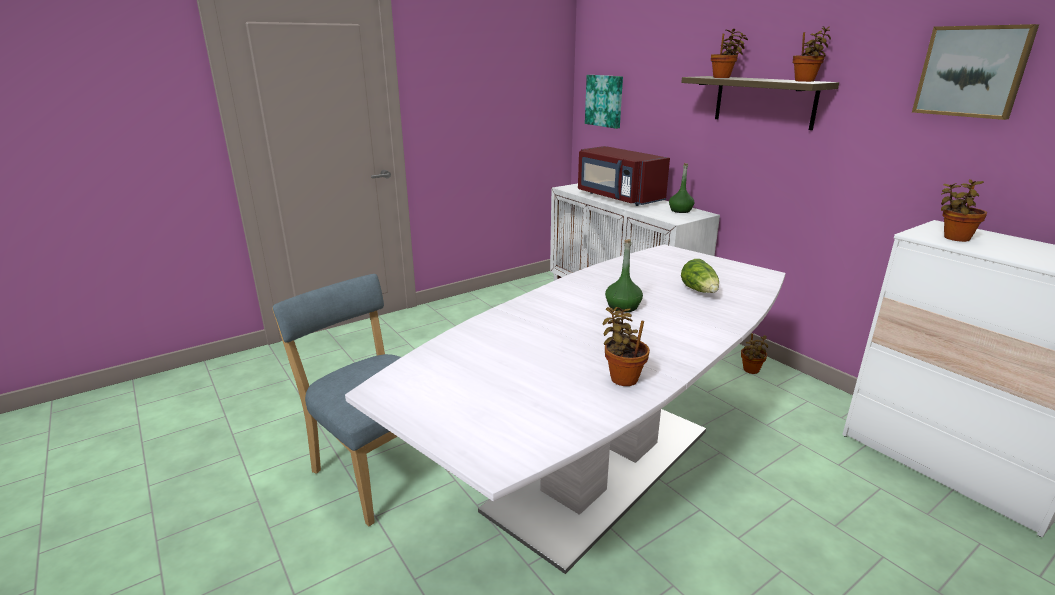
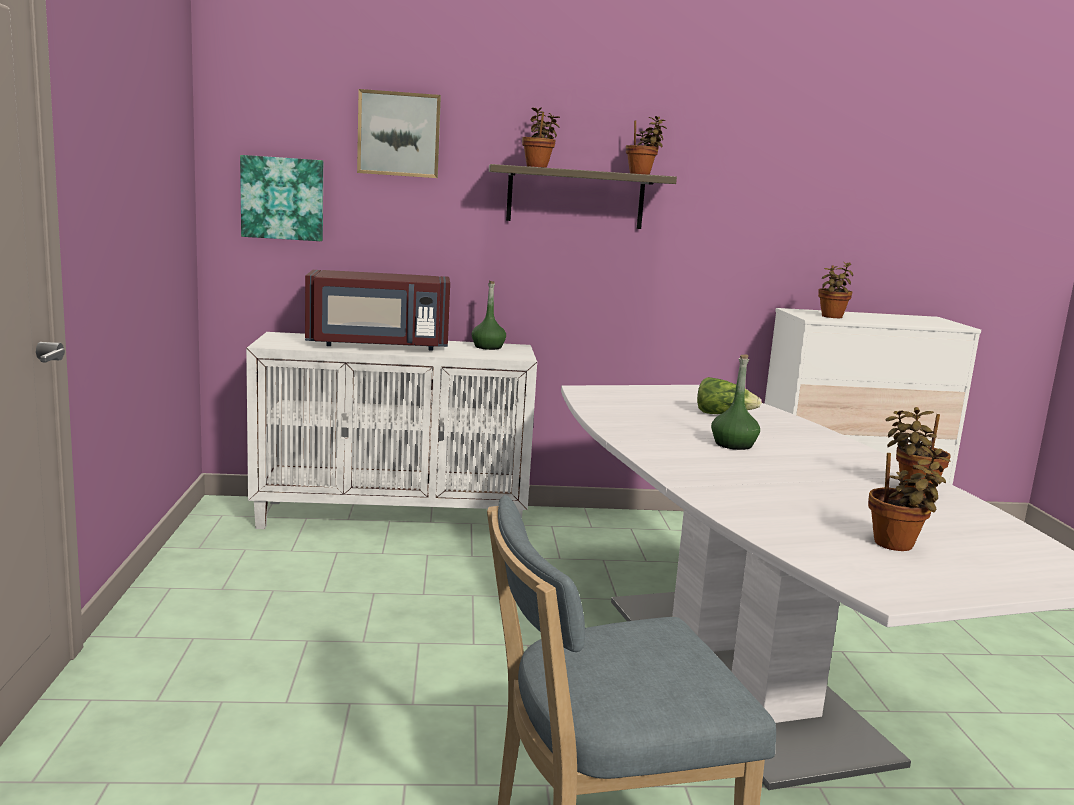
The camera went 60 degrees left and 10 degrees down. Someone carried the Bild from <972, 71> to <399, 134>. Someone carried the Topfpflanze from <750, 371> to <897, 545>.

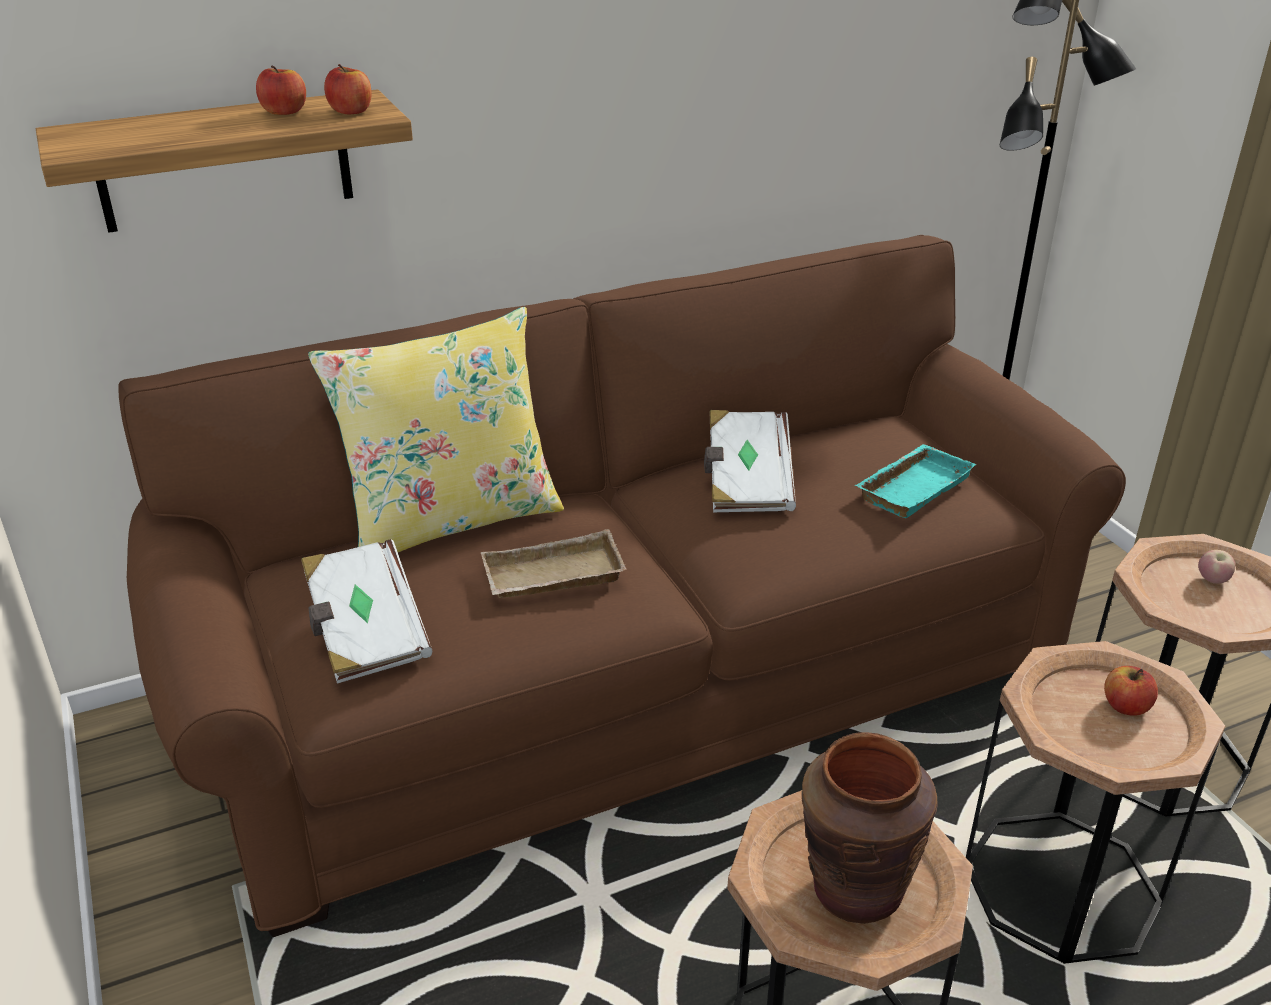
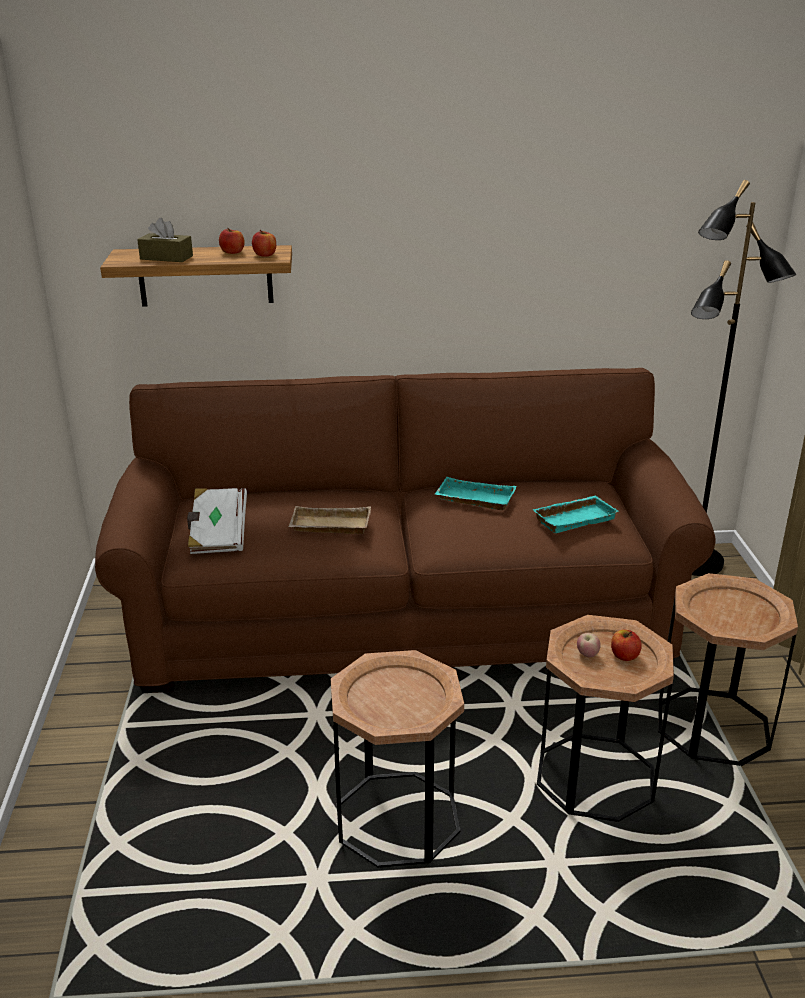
The camera went 20 degrees right and 5 degrees down. Someone put down the Taschentuchbox [braun] at <166, 257>. Someone swapped the Buch [weiß] at <746, 483> for the Tablett [türkis] at <473, 500>. Someone carried the Apfel from <1212, 580> to <587, 655>. Someone took away the Kissen [gelb] at <451, 519>. Someone took away the Vase [braun] at <855, 889>.

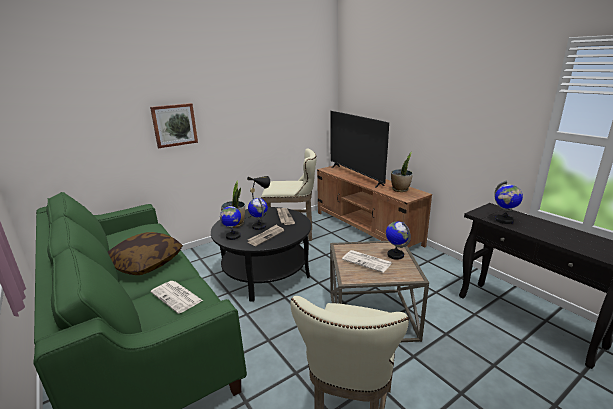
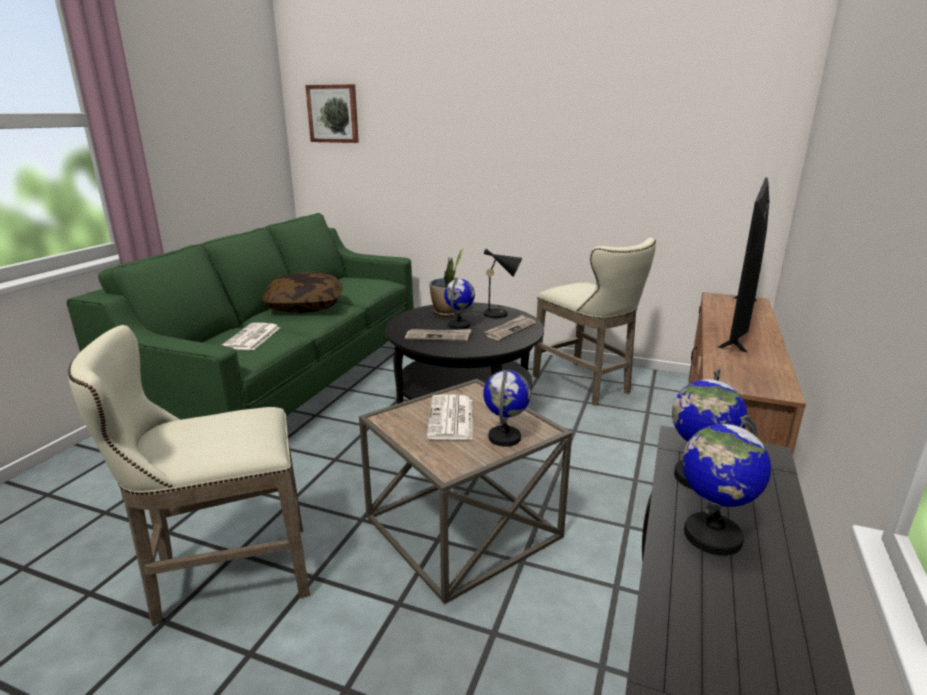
The camera went 55 degrees right and 0 degrees up. Someone carried the Bild from <174, 125> to <333, 114>. Someone carried the Globus from <233, 236> to <711, 536>. Someone took away the Topfpflanze at <400, 189>.

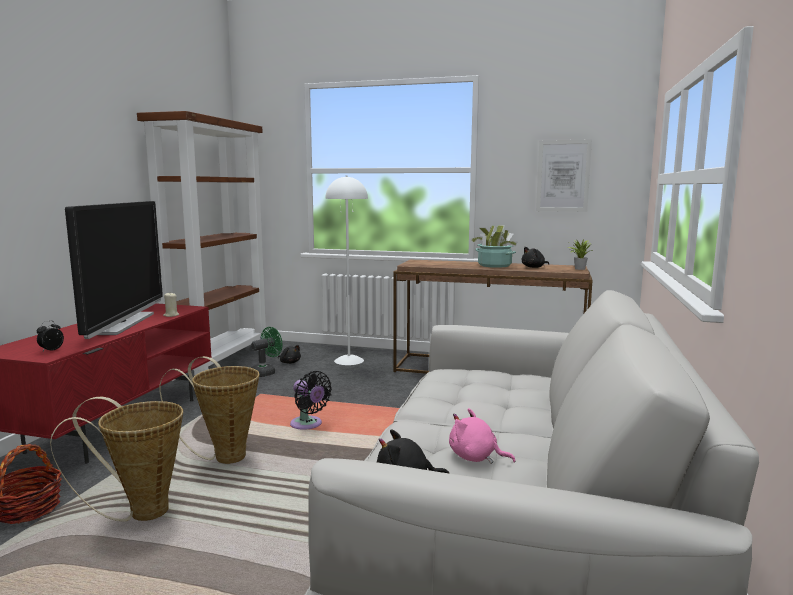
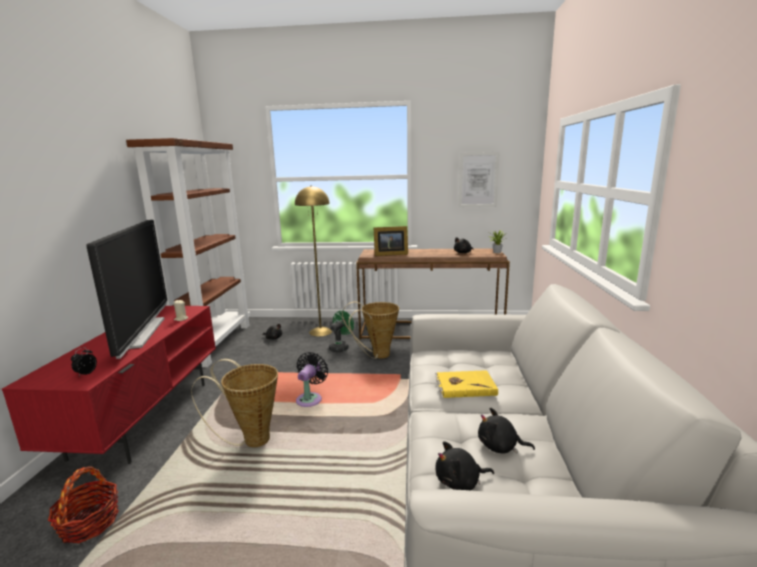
The camera went 10 degrees left and 5 degrees up. Someone repainted the Stehlampe [weiß] at <349, 360>, which became the Stehlampe [gelb] at <320, 331>. Someone rotated the Ventilator [schwarz] at <308, 425> by 105 degrees counterclockwise. Someone carried the Ventilator [grün] from <266, 372> to <340, 347>. Someone carried the Korb from <140, 513> to <376, 355>. Someone put down the Bilderrahmen at <389, 254>. Someone put down the Buch [gelb] at <465, 386>. Someone repainted the Plüschtier [rosa] at <475, 457>, which became the Plüschtier [schwarz] at <500, 447>. Someone took away the Topfpflanze at <494, 265>.

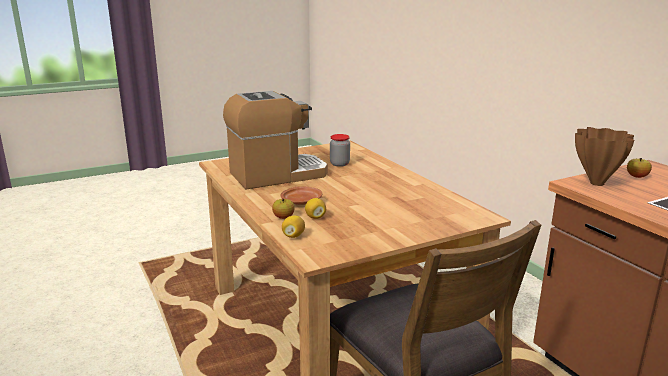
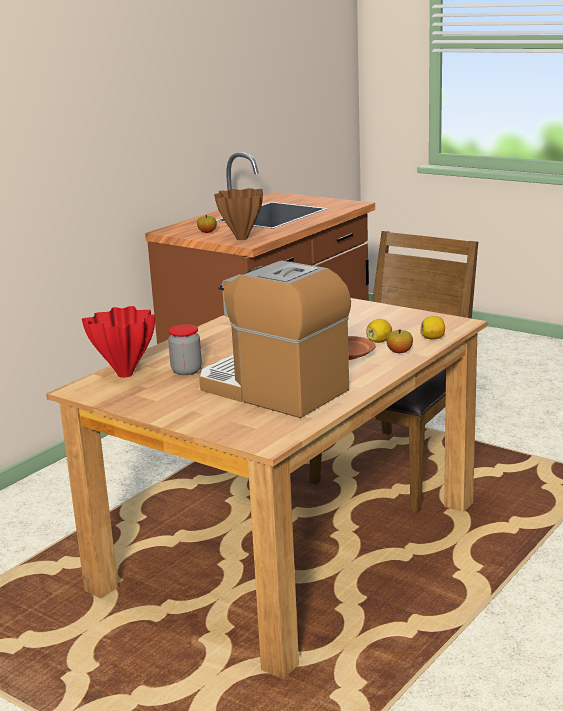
The camera went 115 degrees left and 0 degrees up. Someone put down the Vase [rot] at <126, 374>.

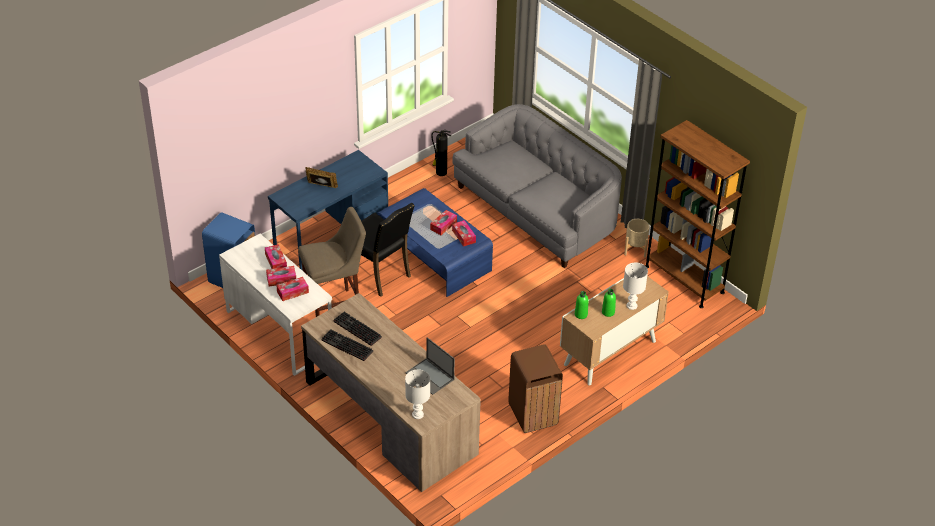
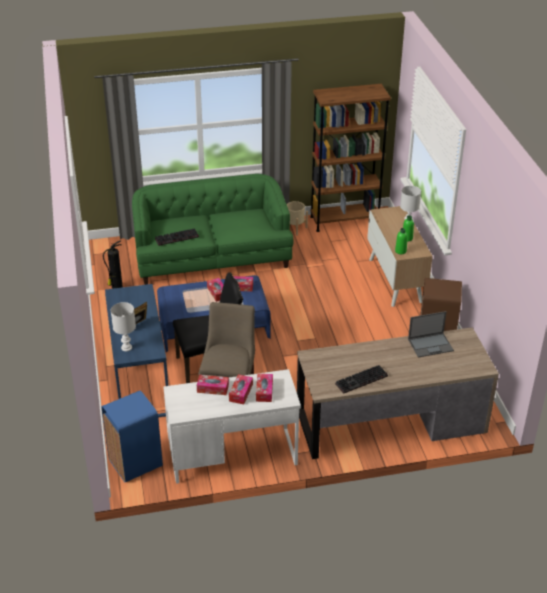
The camera went 60 degrees left and 5 degrees down. Someone carried the Tischlampe [weiß] from <417, 414> to <126, 348>. Someone repainted the Sofa [grau] at <537, 211>, which became the Sofa [grün] at <211, 257>. Someone carried the Tastatur from <356, 329> to <176, 238>.

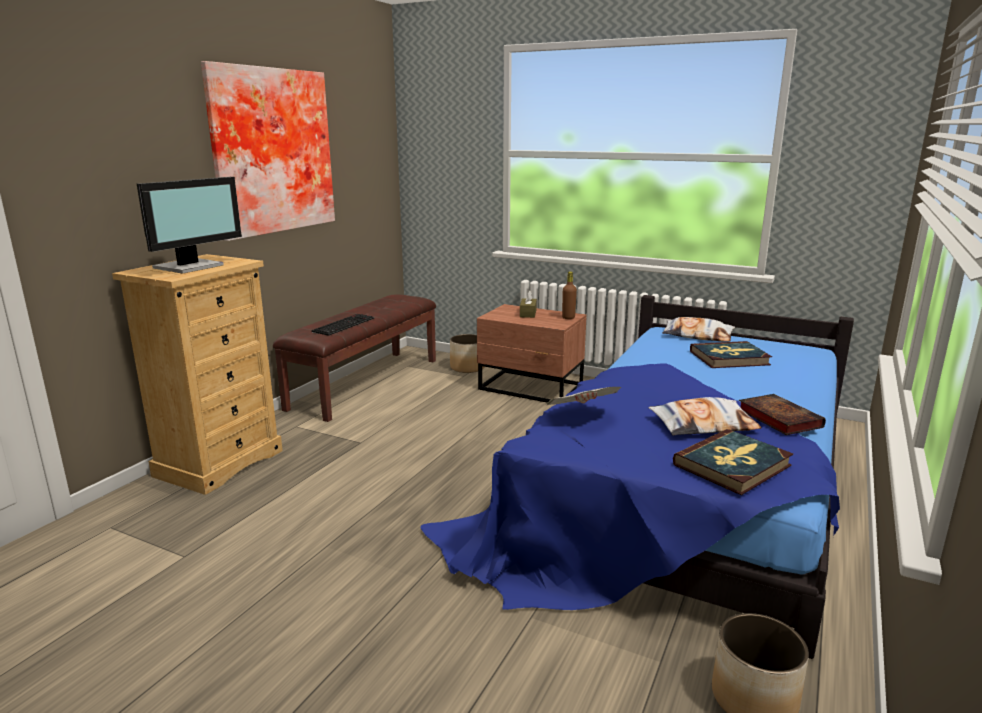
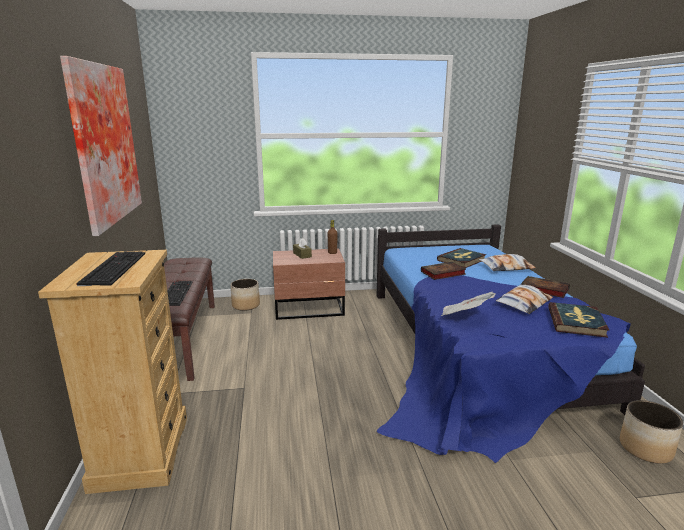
The camera went 35 degrees left and 0 degrees up. Someone swapped the Monitor at <191, 267> for the Tastatur at <113, 268>. Someone put down the Buch at <442, 273>. Someone carried the Kissen from <697, 336> to <506, 267>.

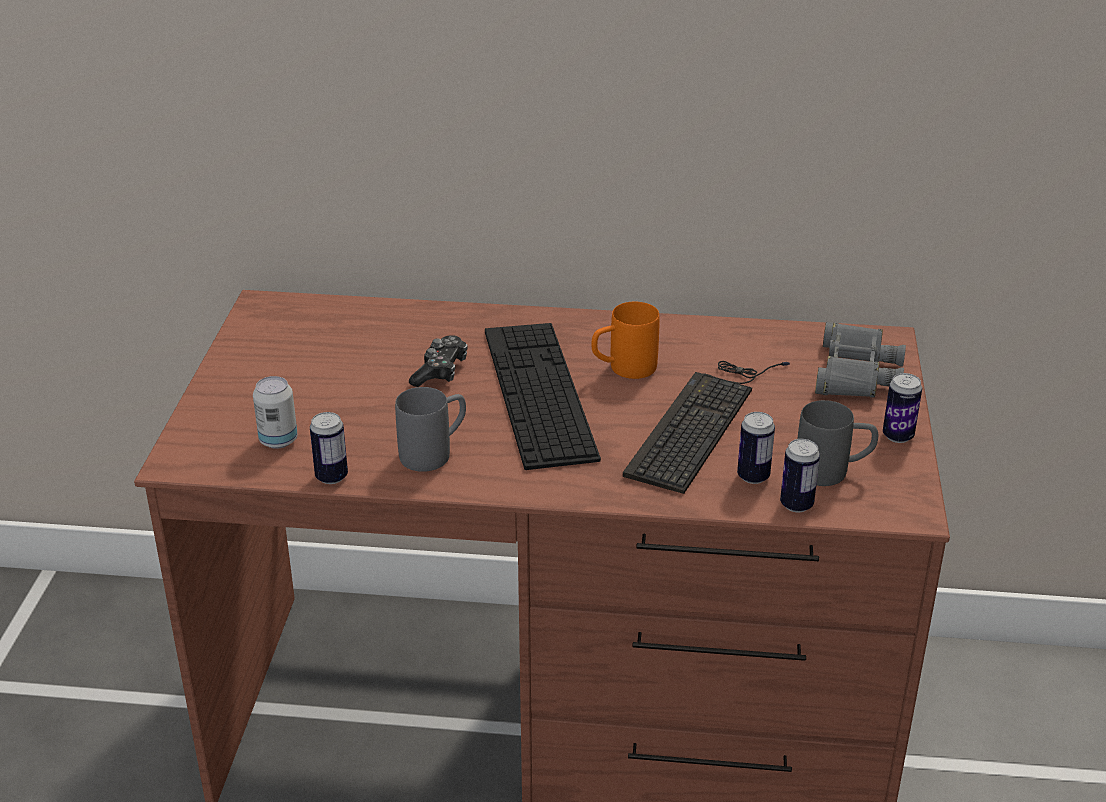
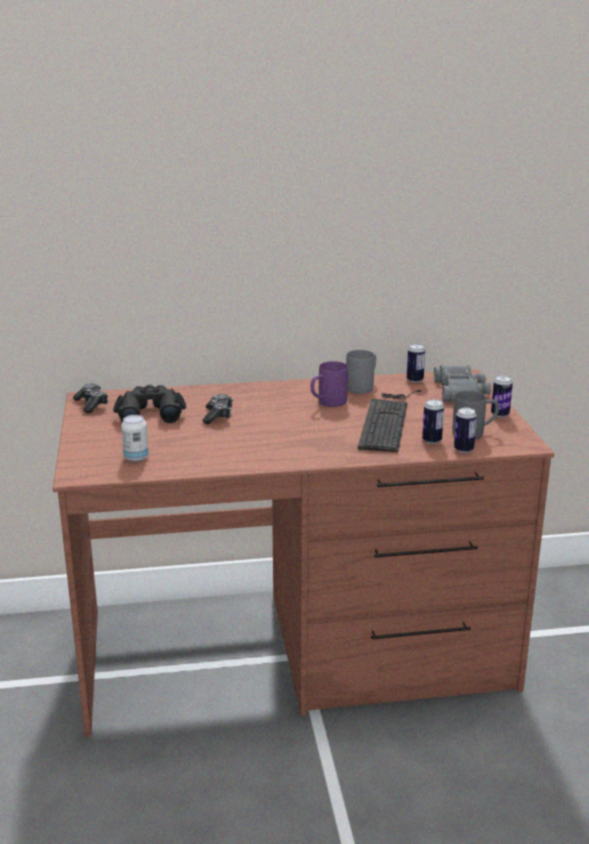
The camera went 15 degrees left and 10 degrees down. Someone put down the Gamepad at <91, 404>. Someone put down the Fernglas [schwarz] at <150, 412>. Someone repainted the Henkelbecher [orange] at <623, 369>, which became the Henkelbecher [lila] at <327, 403>. Someone carried the Henkelbecher [grau] from <435, 452> to <363, 387>. Someone carried the Dose from <331, 477> to <414, 380>. Someone took away the Tastatur at <539, 393>.

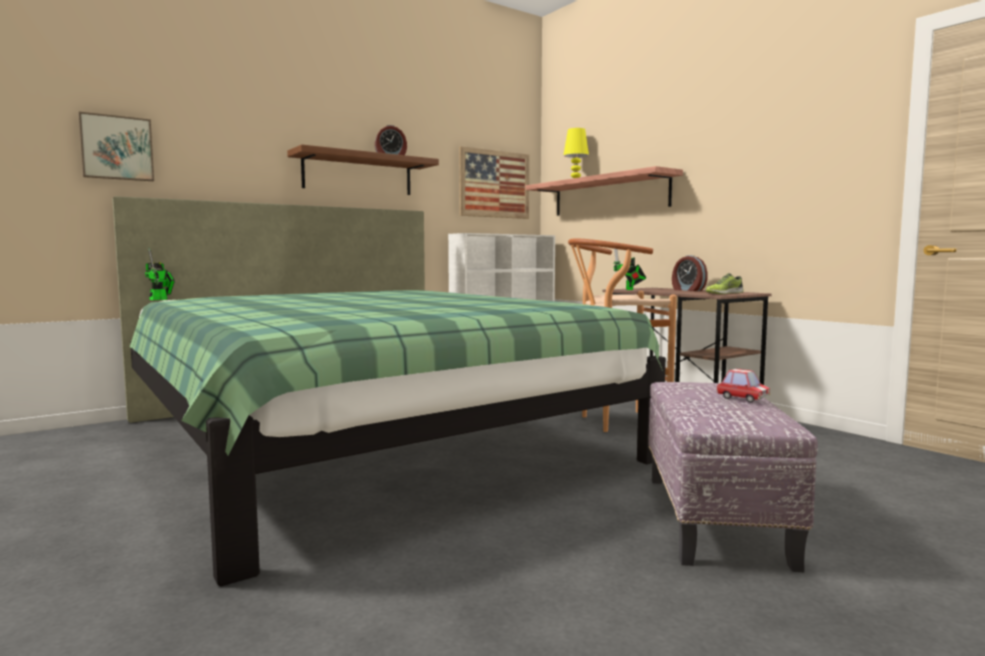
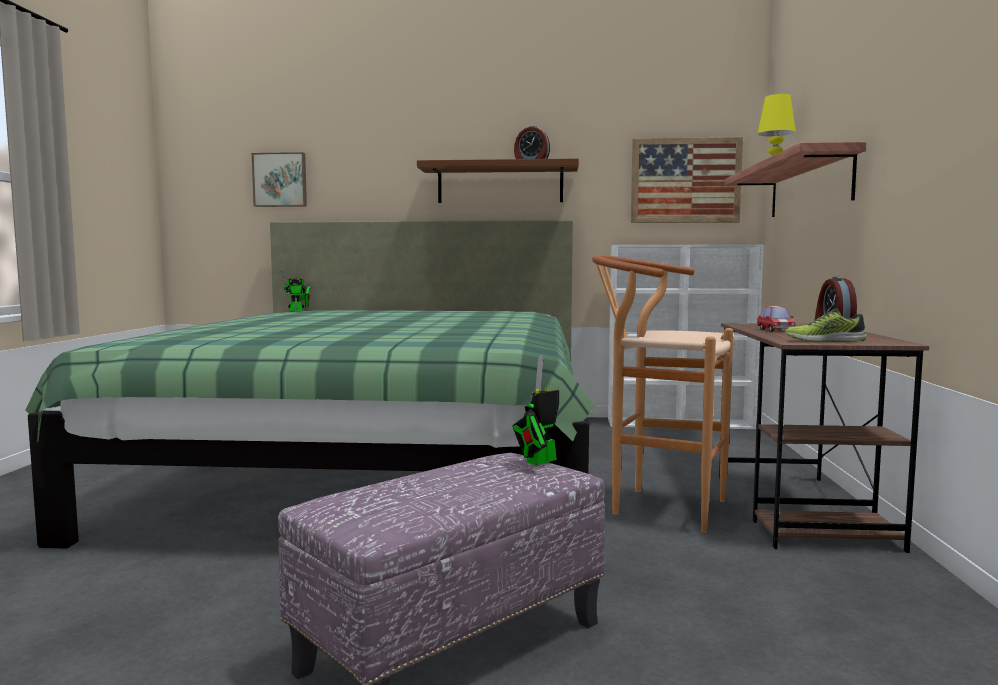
The camera went 40 degrees right and 0 degrees up. Someone carried the Spielzeugroboter from <629, 289> to <538, 462>. Someone carried the Spielzeugauto from <742, 398> to <775, 330>.

